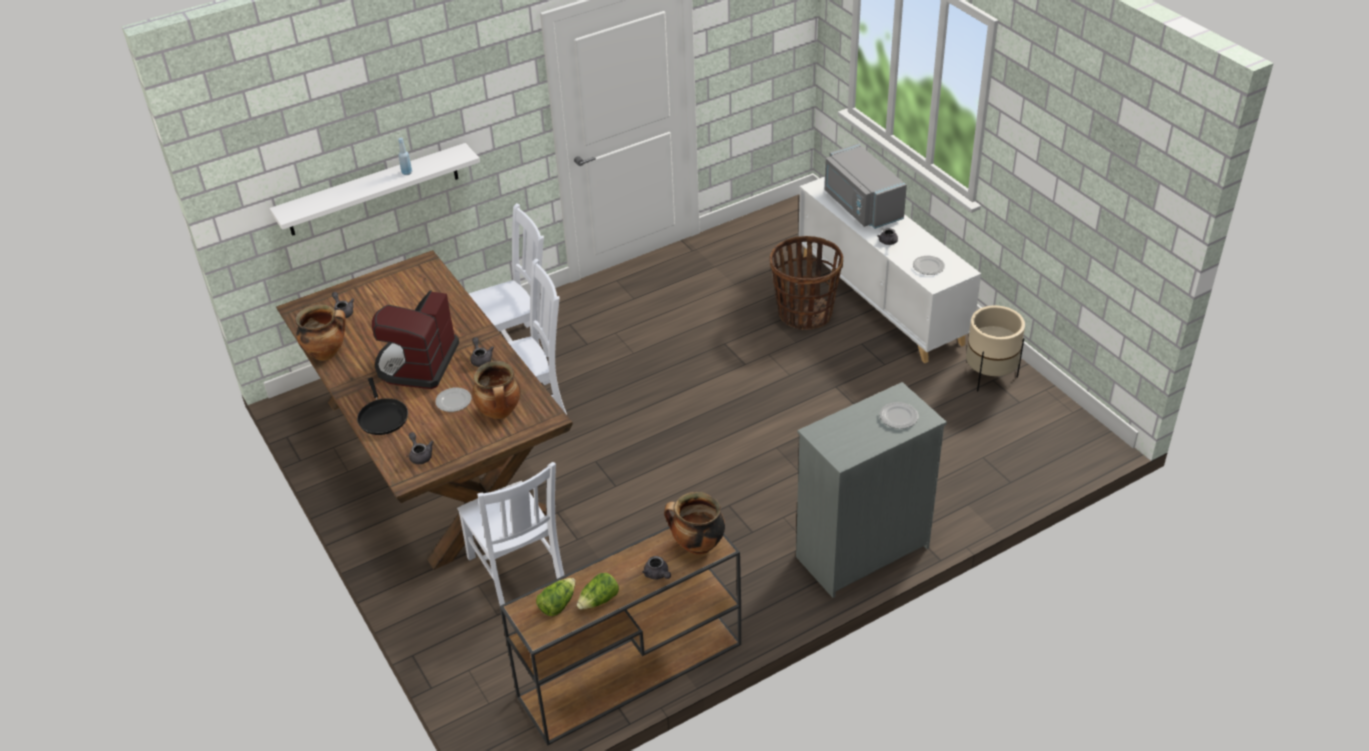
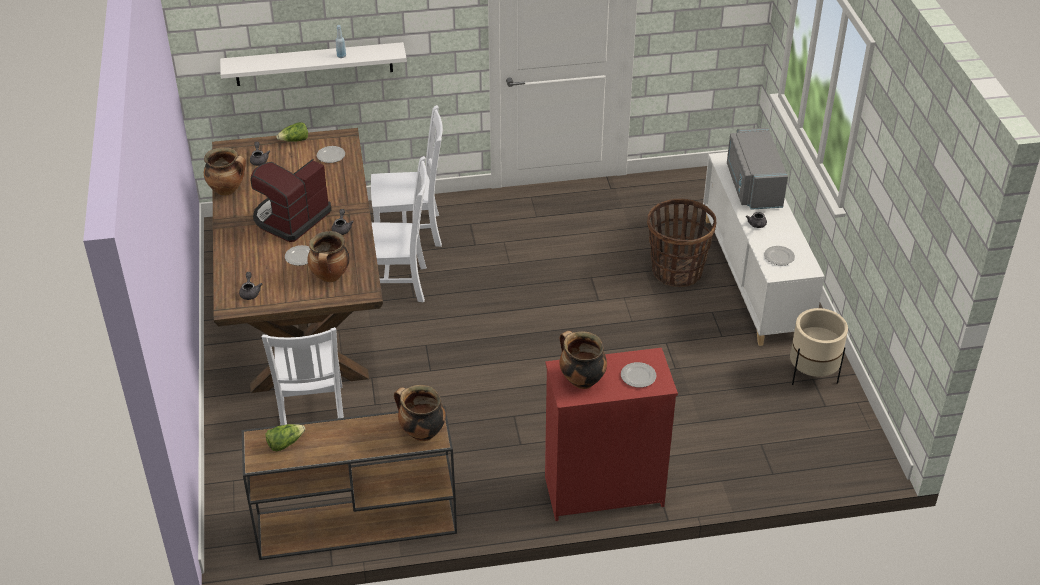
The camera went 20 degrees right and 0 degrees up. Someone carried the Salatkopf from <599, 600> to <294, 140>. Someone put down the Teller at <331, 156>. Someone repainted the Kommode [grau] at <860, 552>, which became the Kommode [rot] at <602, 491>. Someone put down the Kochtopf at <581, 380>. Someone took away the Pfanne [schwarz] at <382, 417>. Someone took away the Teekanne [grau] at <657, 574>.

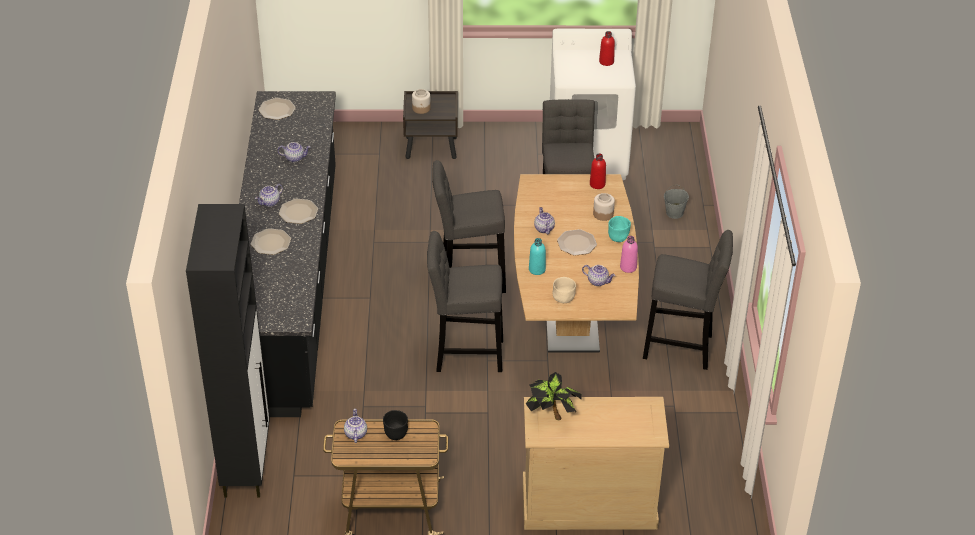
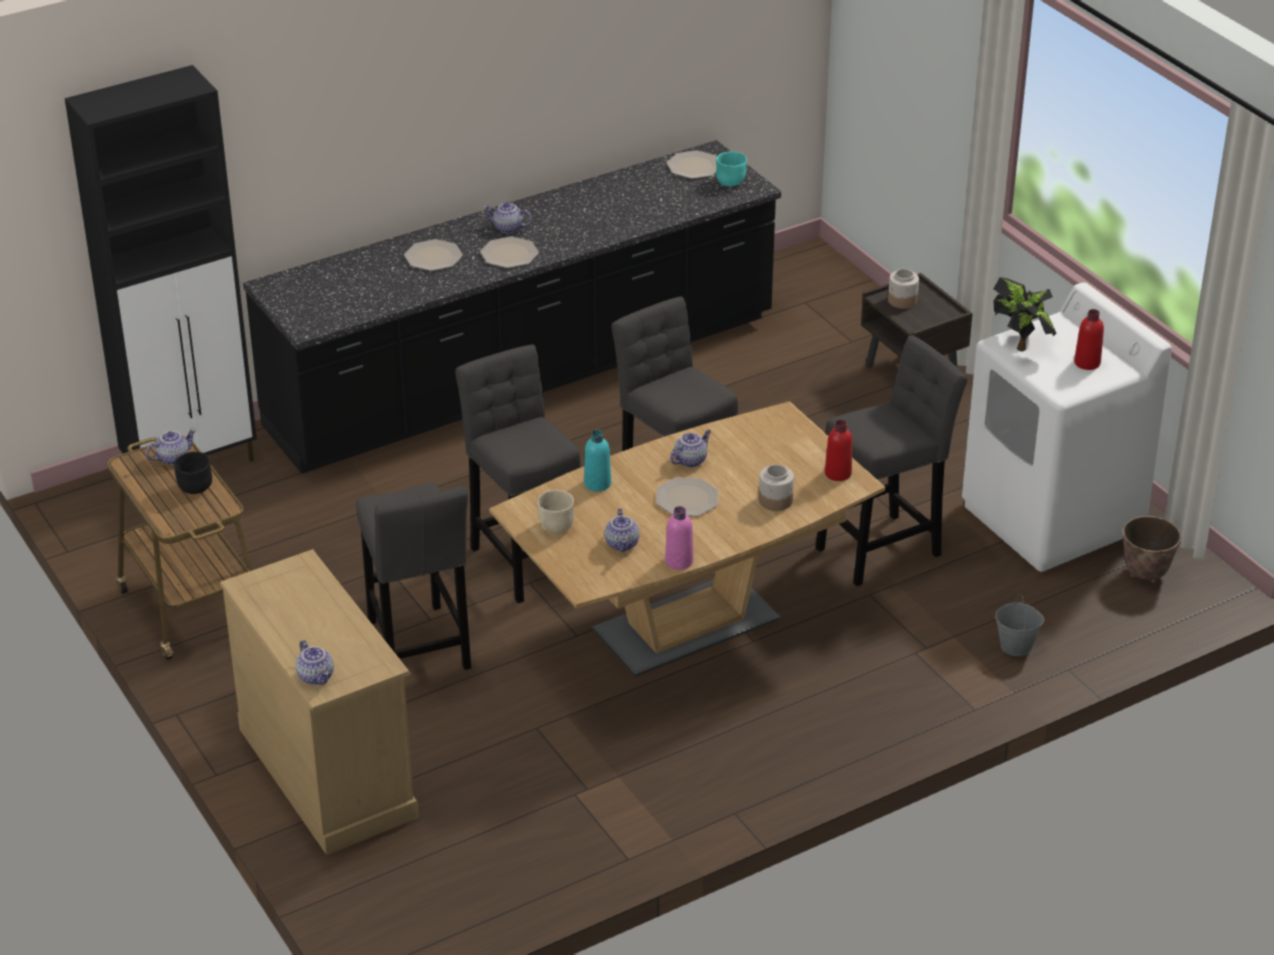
The camera went 60 degrees right and 5 degrees down. Someone carried the Teekanne from <295, 158> to <317, 676>. Someone carried the Hocker [grau] from <682, 348> to <419, 650>. Someone carried the Schüssel [türkis] from <618, 237> to <731, 183>. Someone carried the Topfpflanze from <552, 414> to <1021, 343>. Someone put down the Pflanzkübel at <1145, 574>.

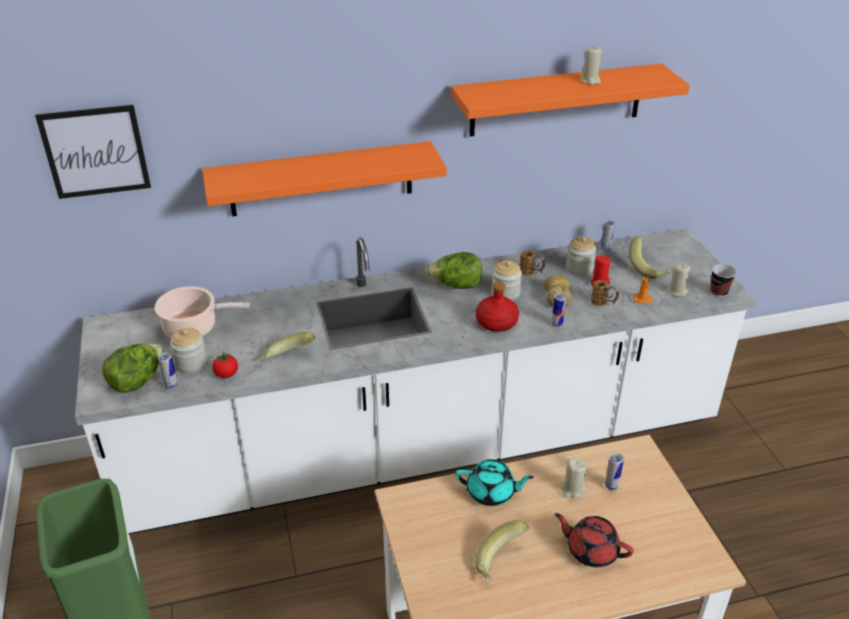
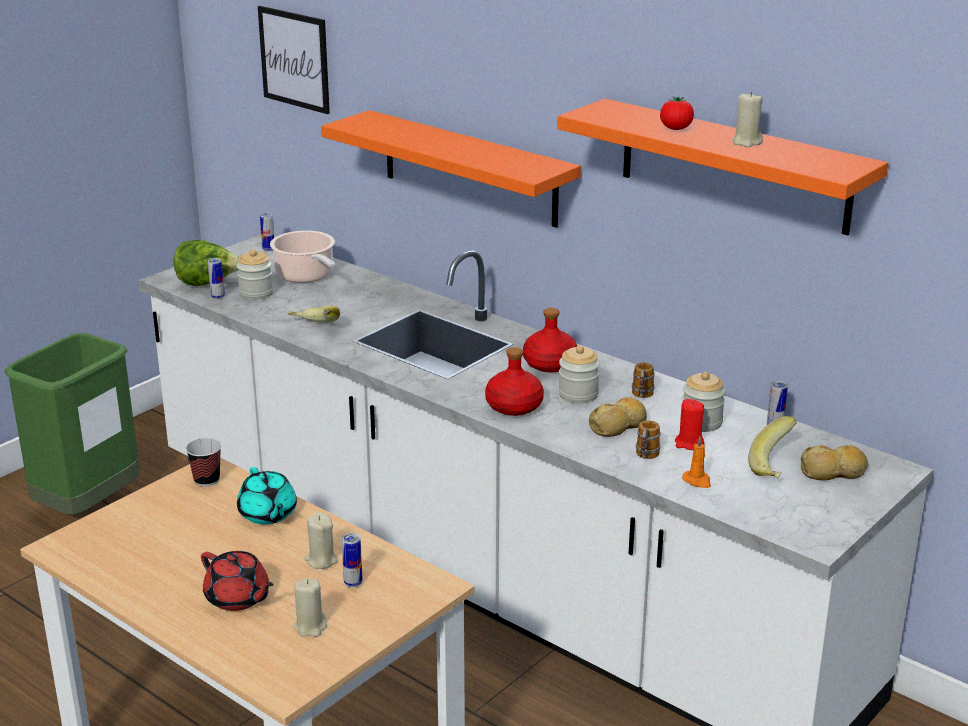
The camera went 55 degrees right and 10 degrees down. Someone carried the Tasse from <718, 292> to <206, 480>. Someone rotated the Teekanne [rot] at <591, 550> by 135 degrees clockwise. Someone carried the Dose from <557, 324> to <268, 249>. Someone carried the Kerze [beige] from <677, 291> to <310, 627>. Someone swapped the Salatkopf at <455, 286> for the Flasche [rot] at <550, 364>. Someone carried the Tomate from <226, 374> to <676, 129>. Someone put down the Brot at <834, 472>. Someone took away the Banane at <501, 562>.

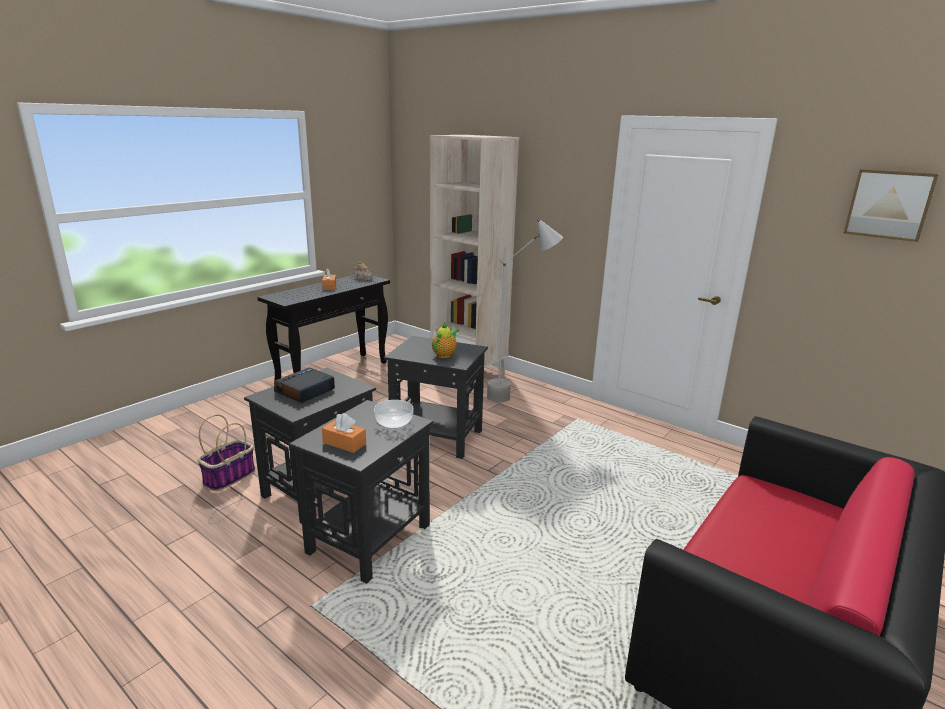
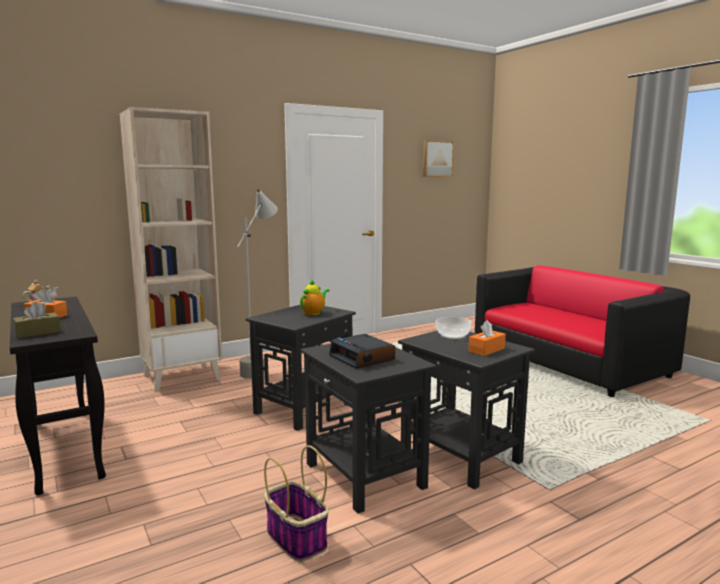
The camera went 70 degrees left and 10 degrees down. Someone put down the Taschentuchbox [braun] at <38, 333>. Someone rotated the Teekanne at <445, 354> by 75 degrees clockwise.

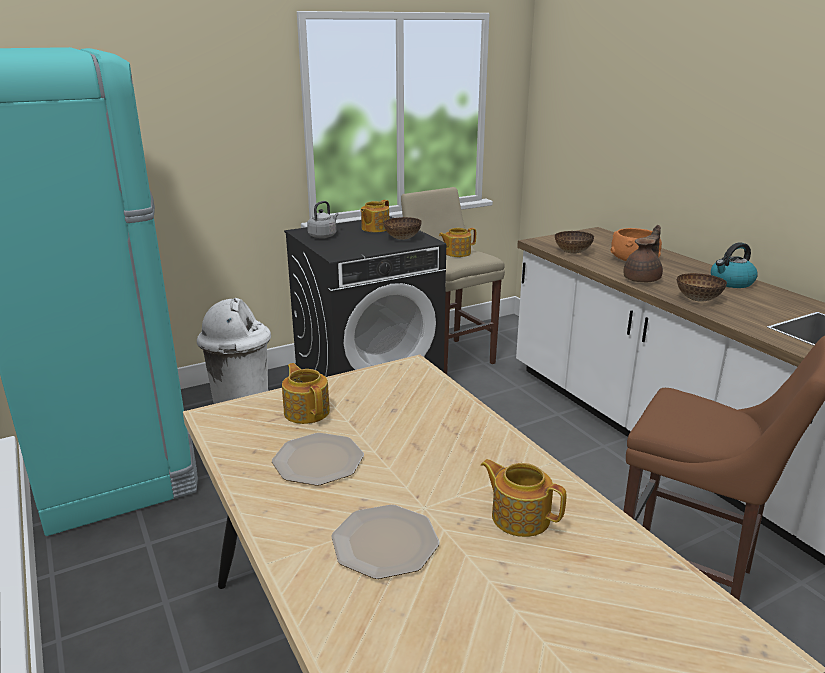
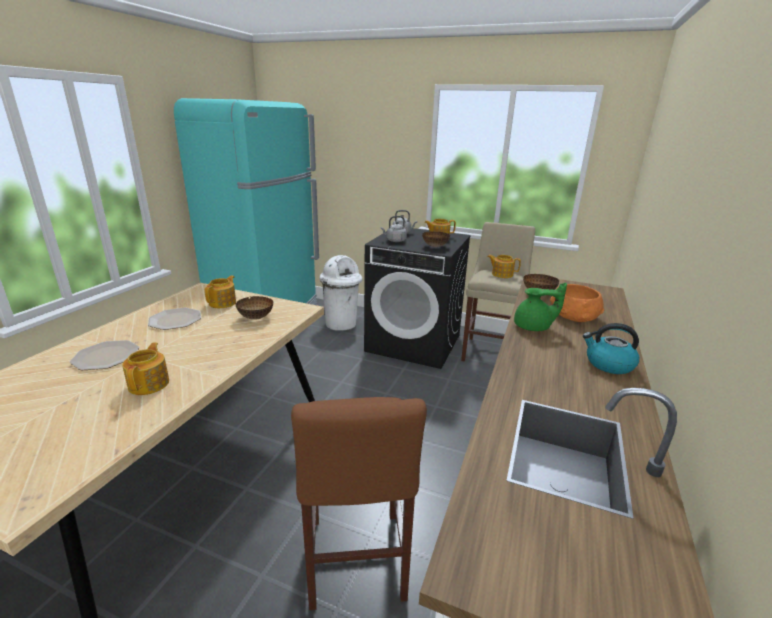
The camera went 50 degrees right and 0 degrees up. Someone carried the Schüssel from <698, 299> to <256, 317>. Someone put down the Wasserkessel [grau] at <395, 241>. Someone repainted the Teekanne [braun] at <643, 279>, which became the Teekanne [grün] at <533, 327>.

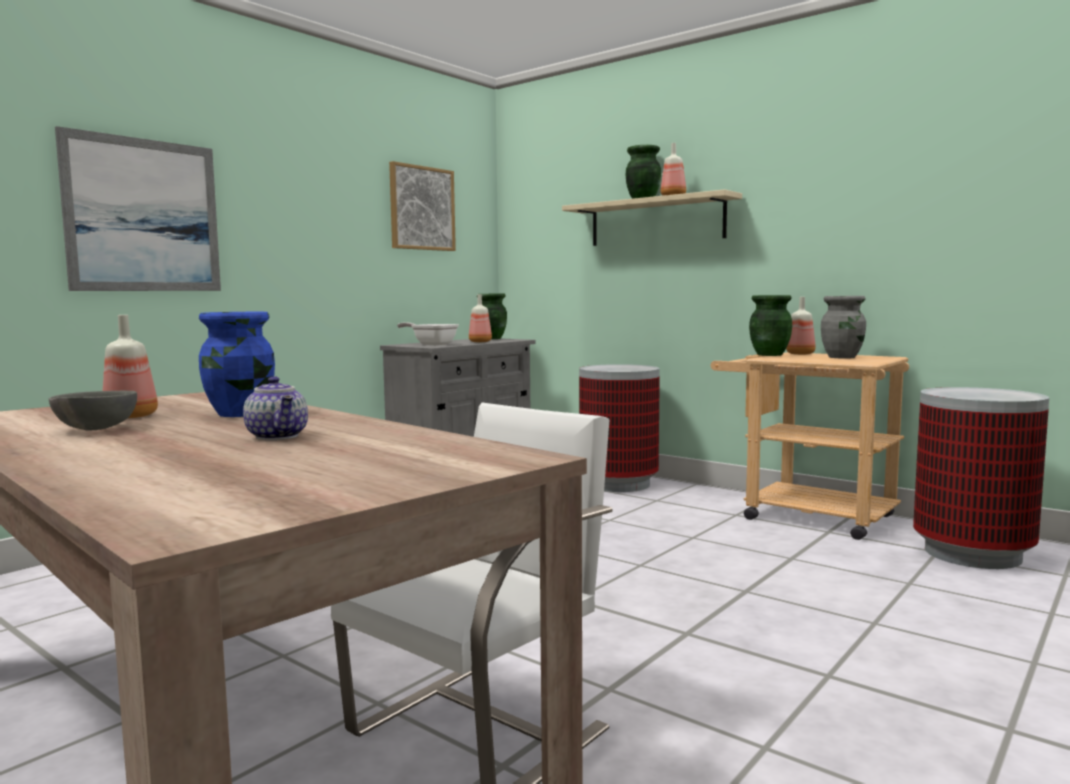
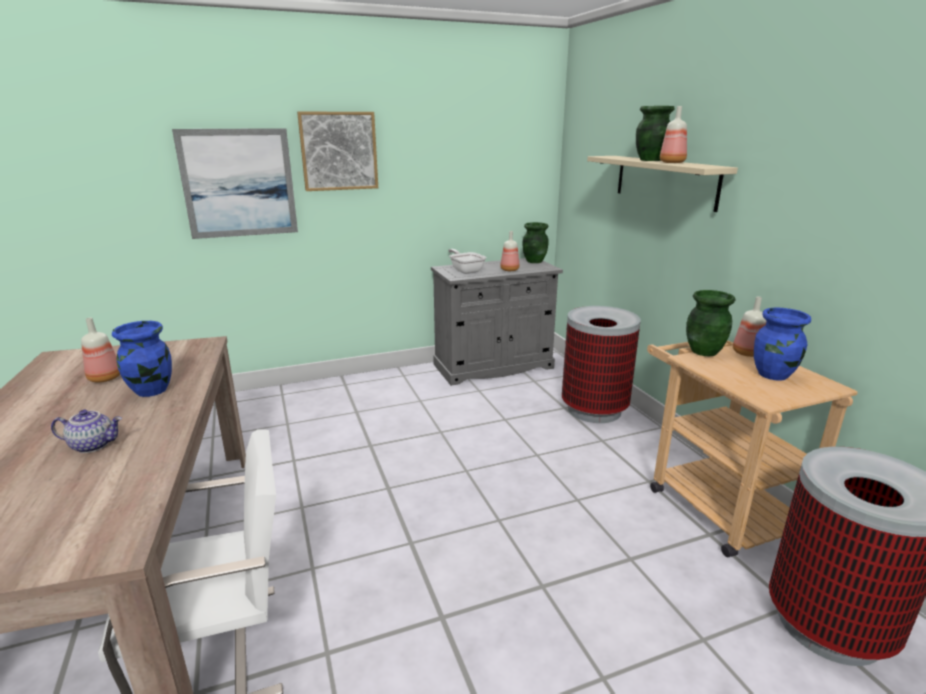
The camera went 30 degrees right and 15 degrees up. Someone rotated the Teekanne at <279, 436> by 90 degrees counterclockwise. Someone carried the Bild from <422, 208> to <339, 151>. Someone repainted the Vase [grau] at <842, 357>, which became the Vase [blau] at <773, 375>. Someone took away the Schüssel [grau] at <94, 429>.

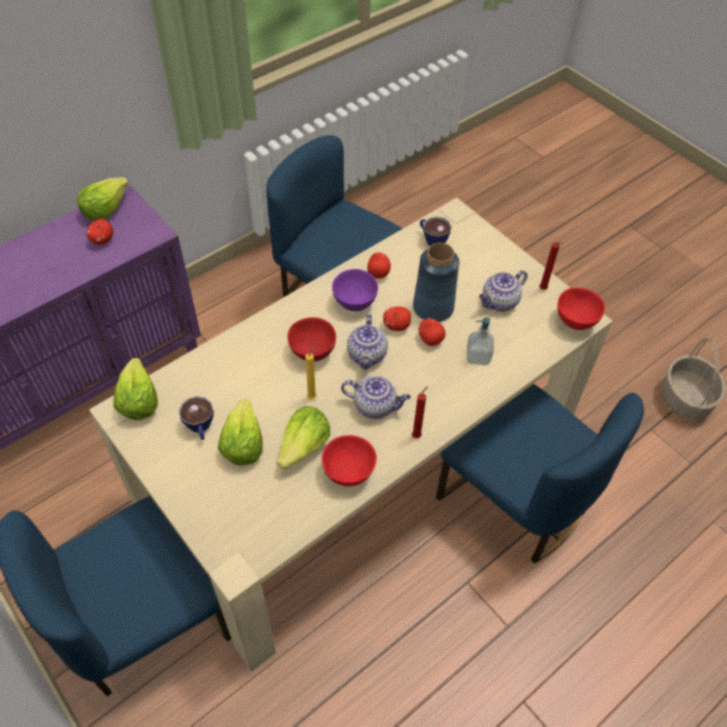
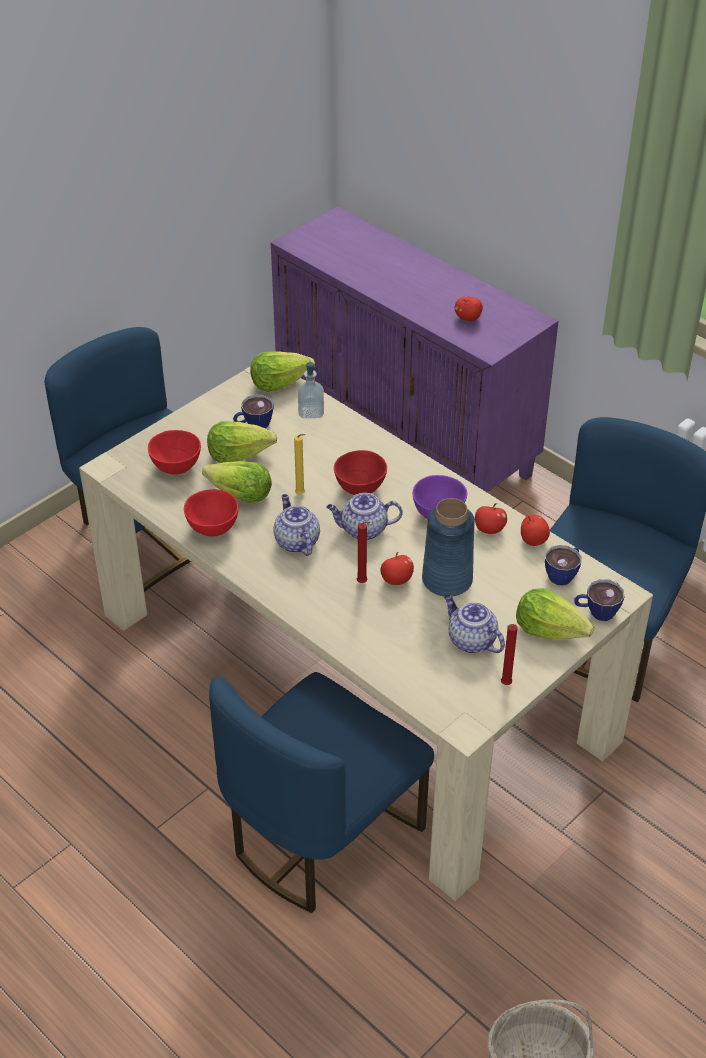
The camera went 85 degrees right and 10 degrees down. Someone carried the Schüssel [rot] from <575, 321> to <175, 467>. Someone rotated the Teekanne at <375, 406> by 150 degrees clockwise. Someone carried the Seifenspender from <478, 356> to <311, 412>. Someone carried the Kerze [rot] from <417, 435> to <363, 583>. Someone carried the Salatkopf from <105, 208> to <550, 629>. Someone carried the Apfel from <396, 326> to <533, 540>. Someone put down the Tasse at <596, 612>.

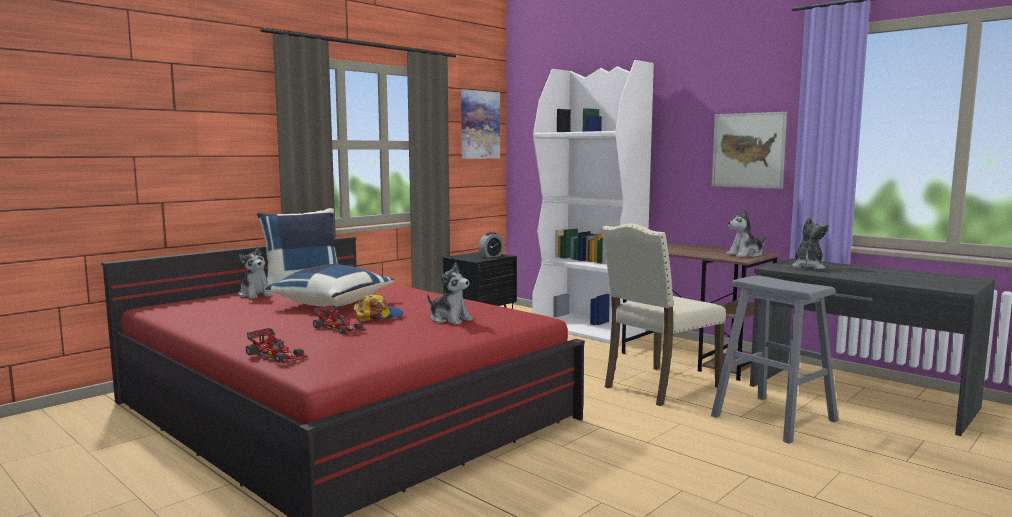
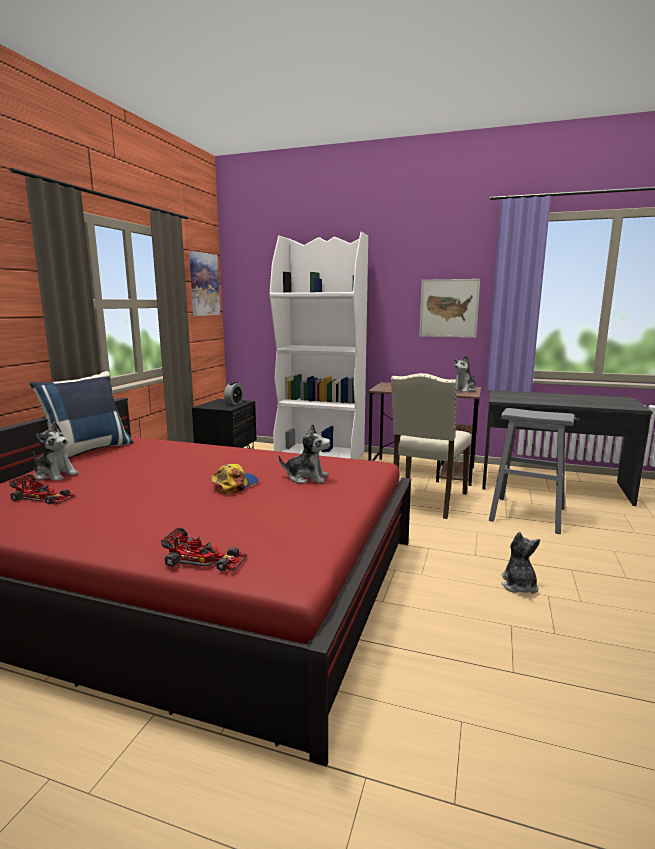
The camera went 25 degrees left and 5 degrees up. Someone carried the Spielzeugauto from <339, 328> to <43, 497>. Someone carried the Plüschtier from <808, 267> to <518, 585>. Someone took away the Kissen [blau] at <331, 304>.

